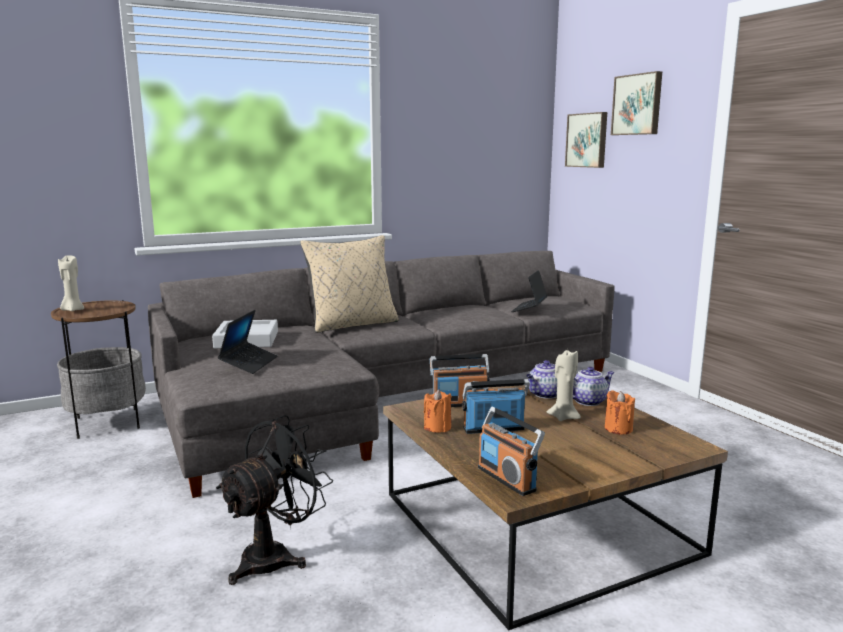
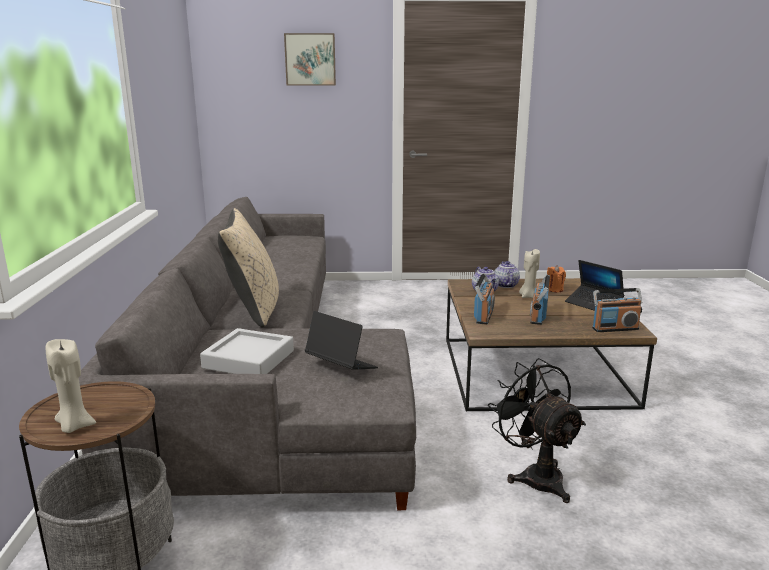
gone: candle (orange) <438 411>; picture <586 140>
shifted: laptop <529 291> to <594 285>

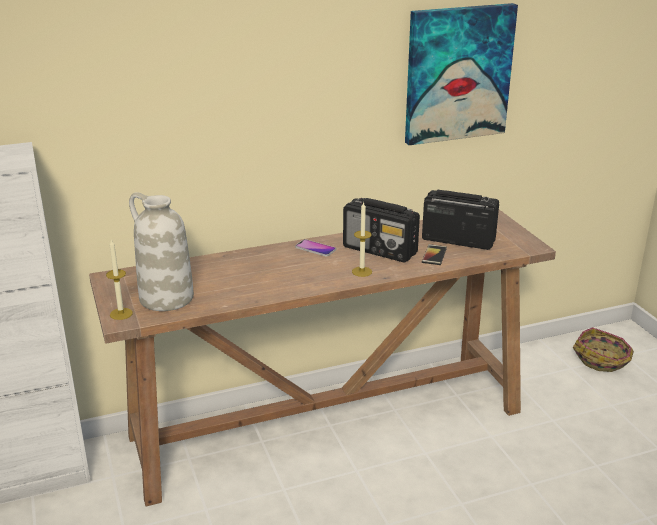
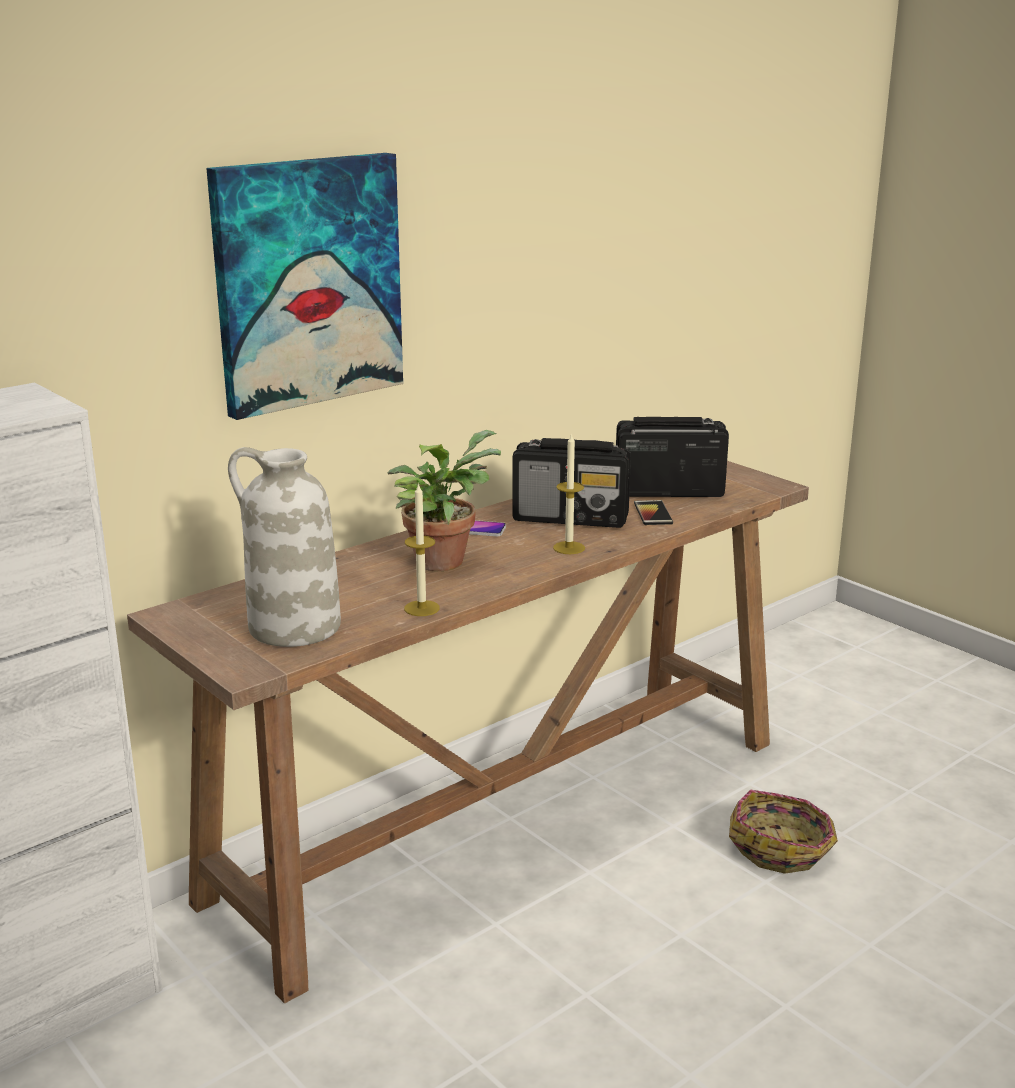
new: potted plant <444 500>
shifted: picture <461 74> to <304 286>; candle <119 280> to <422 549>; basket <603 349> to <783 832>

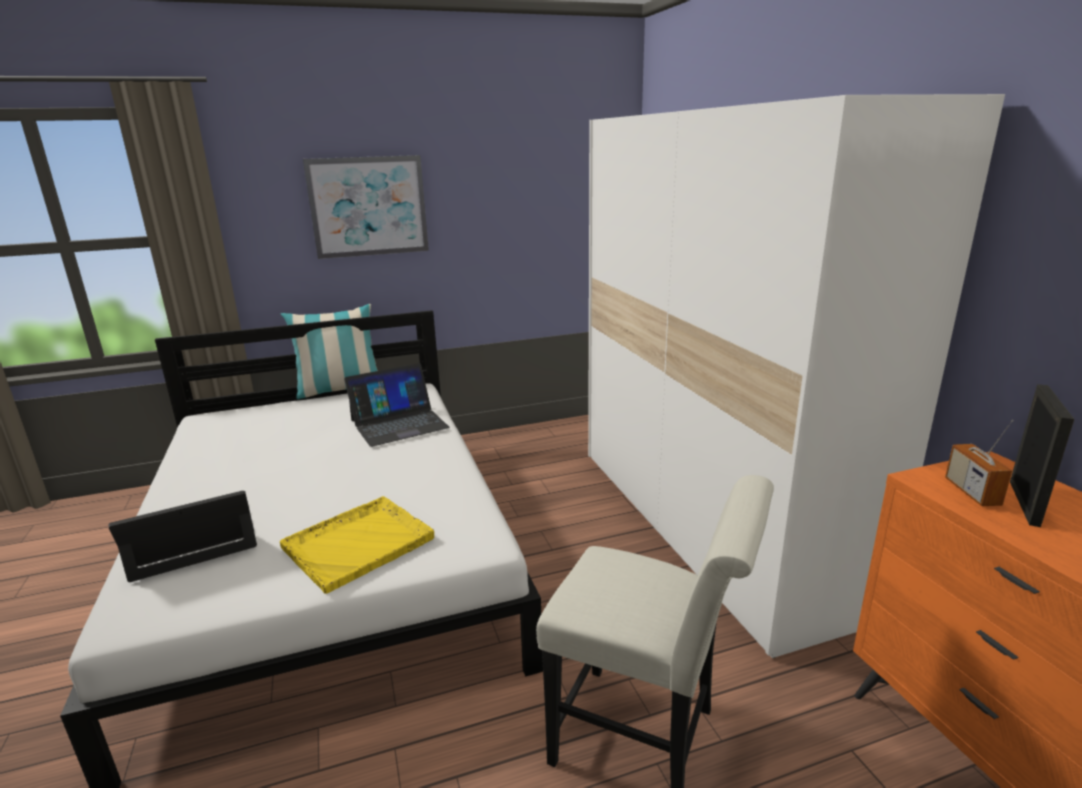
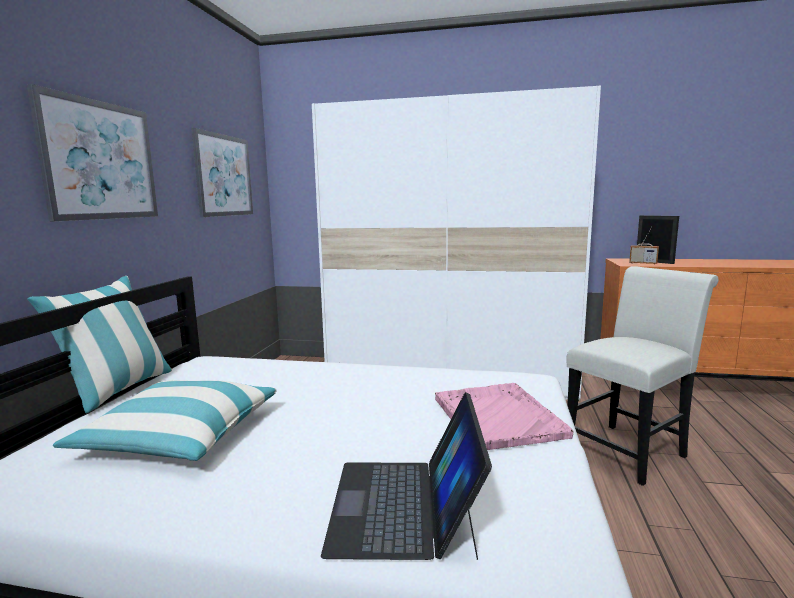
gone: laptop <397 405>
new: pillow <164 420>; picture <222 172>
repainted: tray (yellow) <357 545> to tray (pink) <504 416>

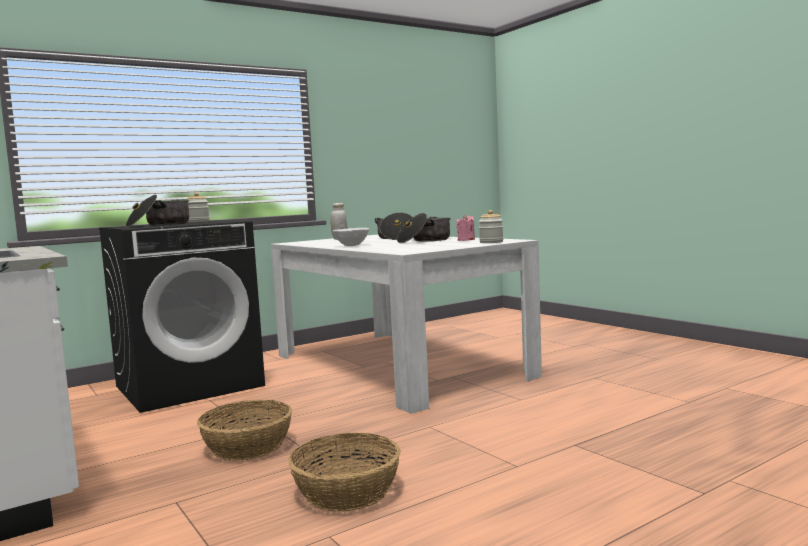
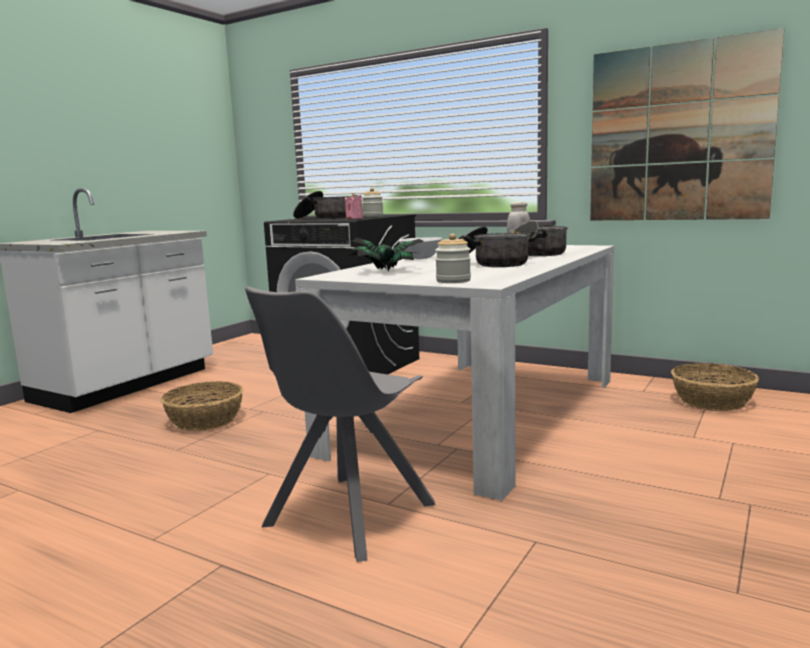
new: chair (grey) <340 424>; potted plant <386 255>; picture <687 124>
shifted: candle (pink) <465 228> to <354 206>; basket <344 471> to <715 387>

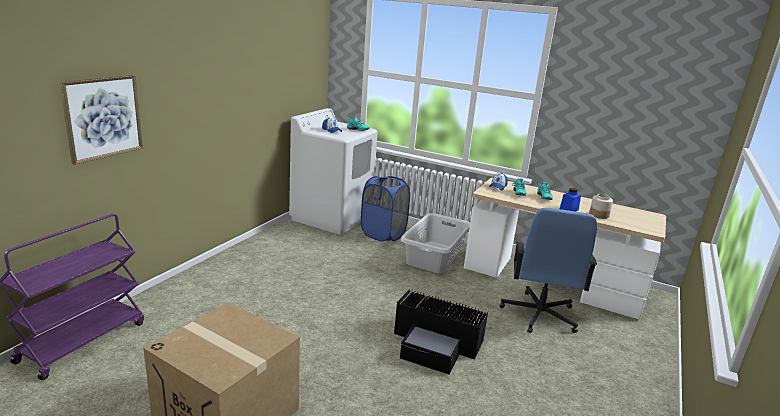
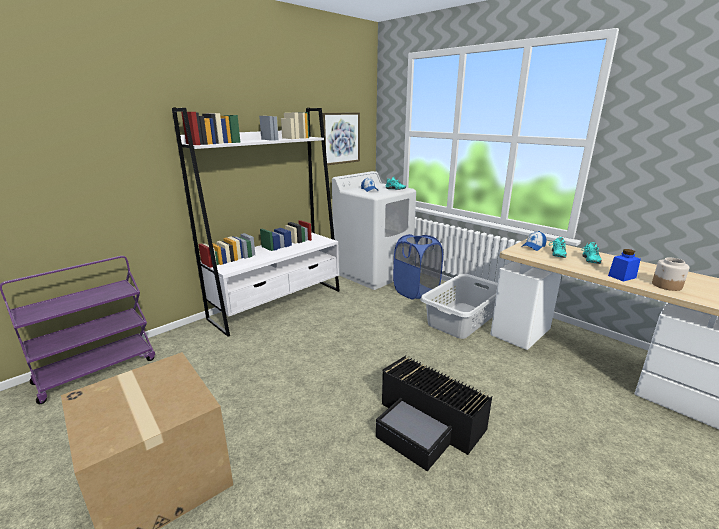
gone: office chair (blue) <548 270>
new: bookcase (white) <256 222>
shifted: picture <101 120> to <341 139>

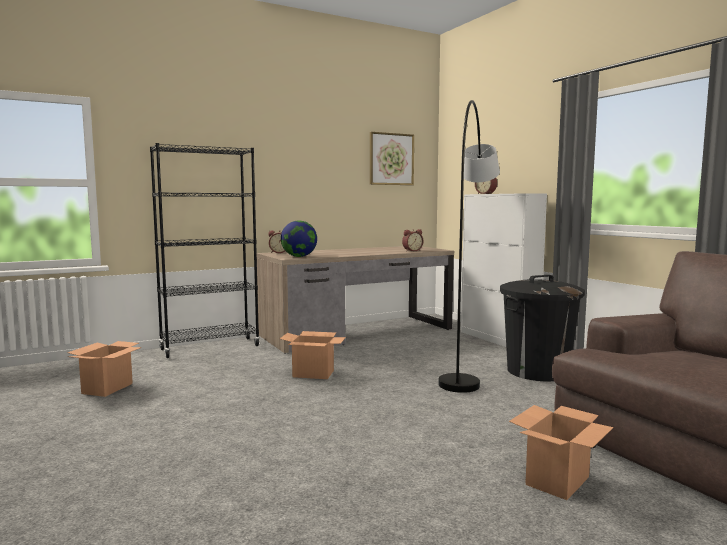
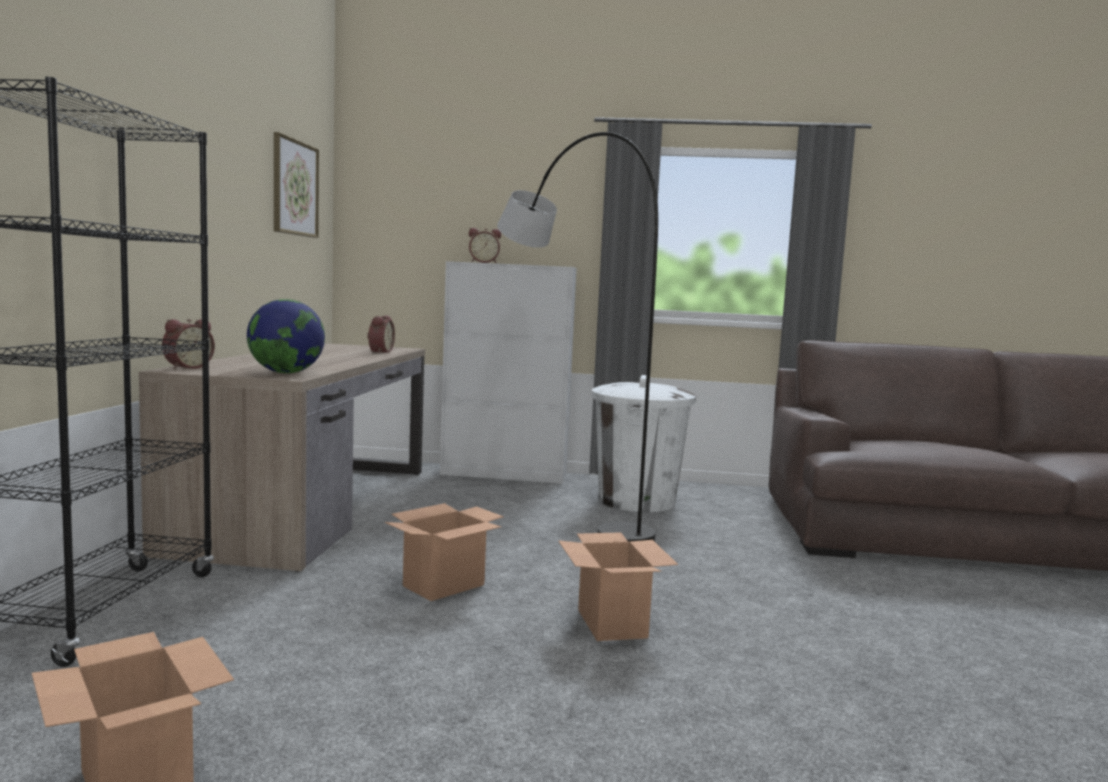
shifted: cardboard box <561 452> to <618 586>
repainted: trash can (black) <542 328> to trash can (white) <643 443>

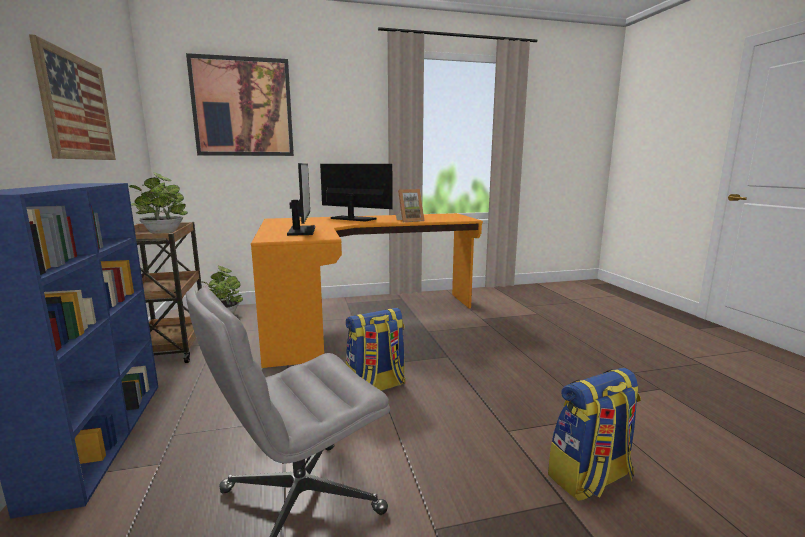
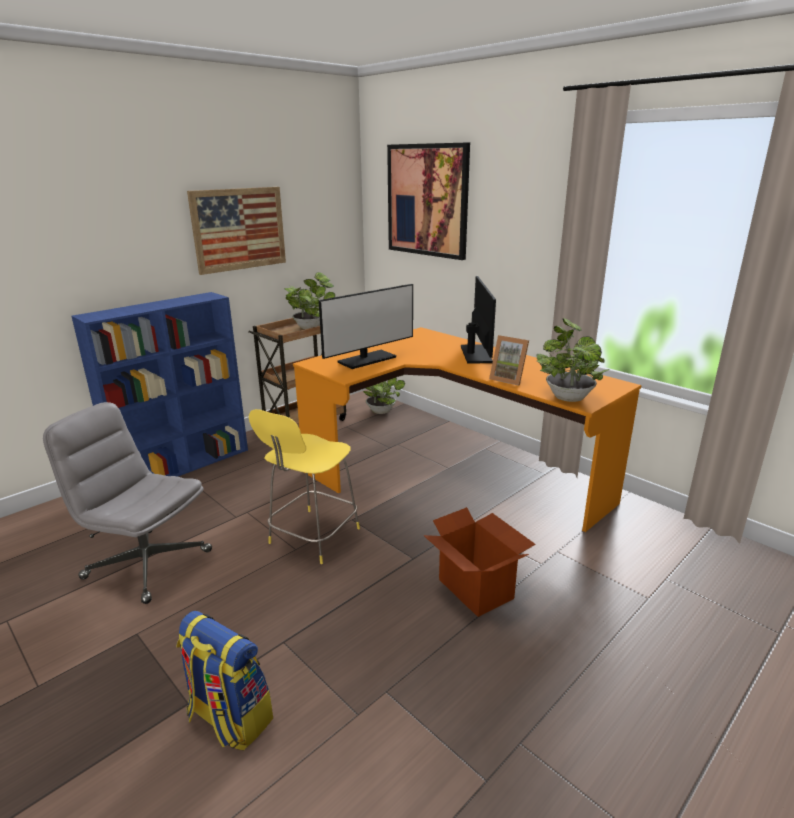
new: cardboard box <479 562>; potted plant <573 360>
swapped: backpack <376 349> to stool (yellow) <304 486>

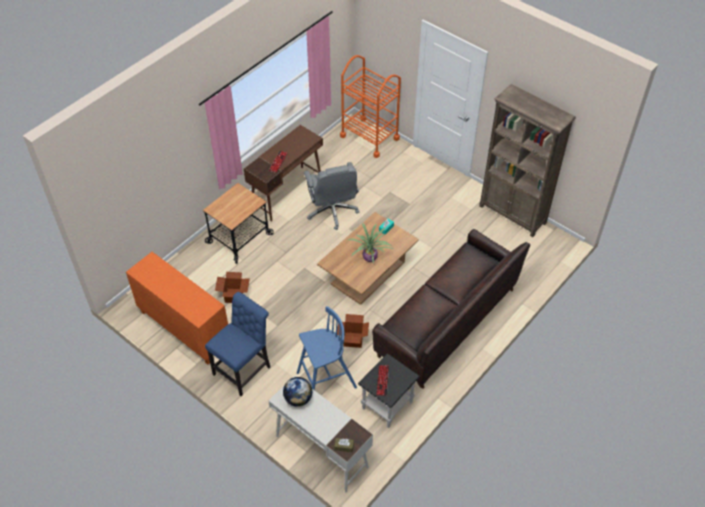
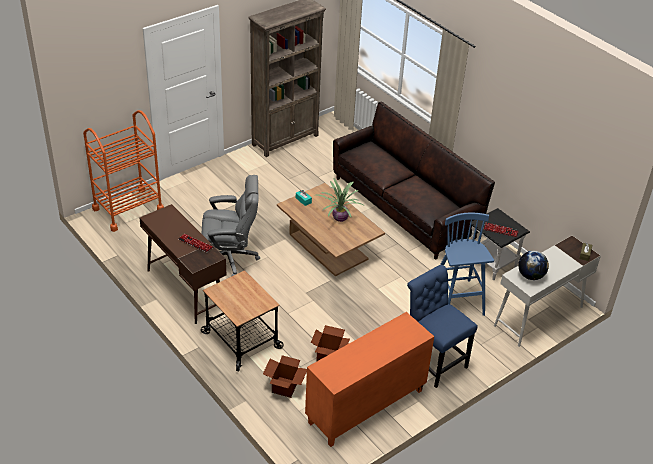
shifted: cardboard box <353 331> to <285 376>

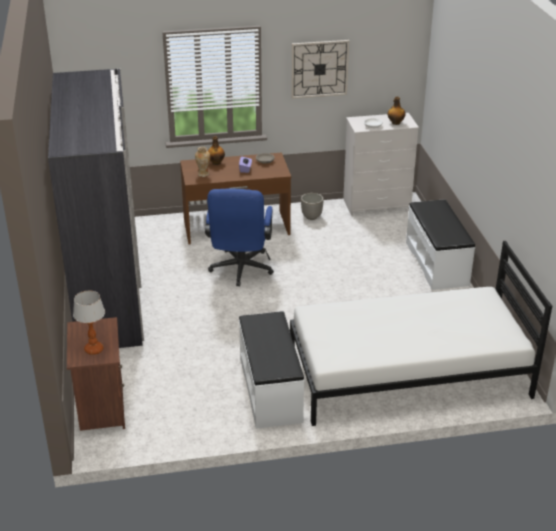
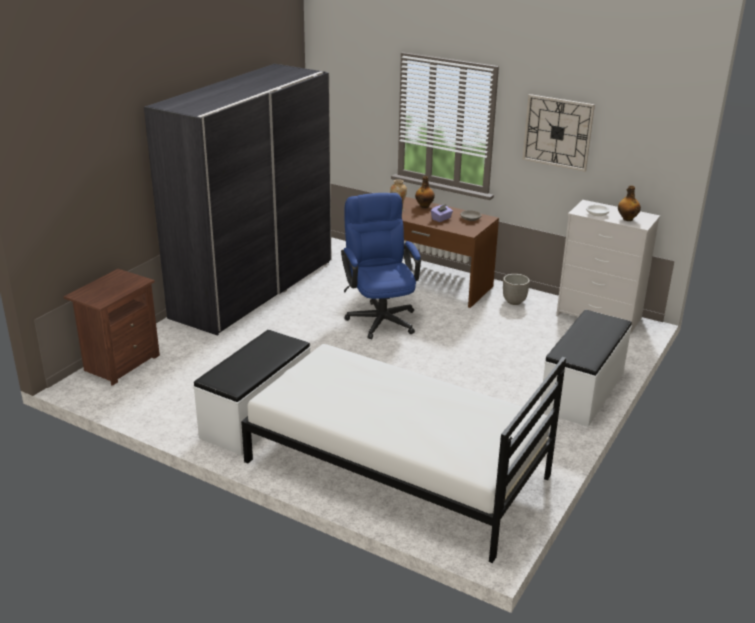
gone: table lamp <89 322>
rotated: office chair (blue) <239 237> = <381 266> 120 degrees clockwise

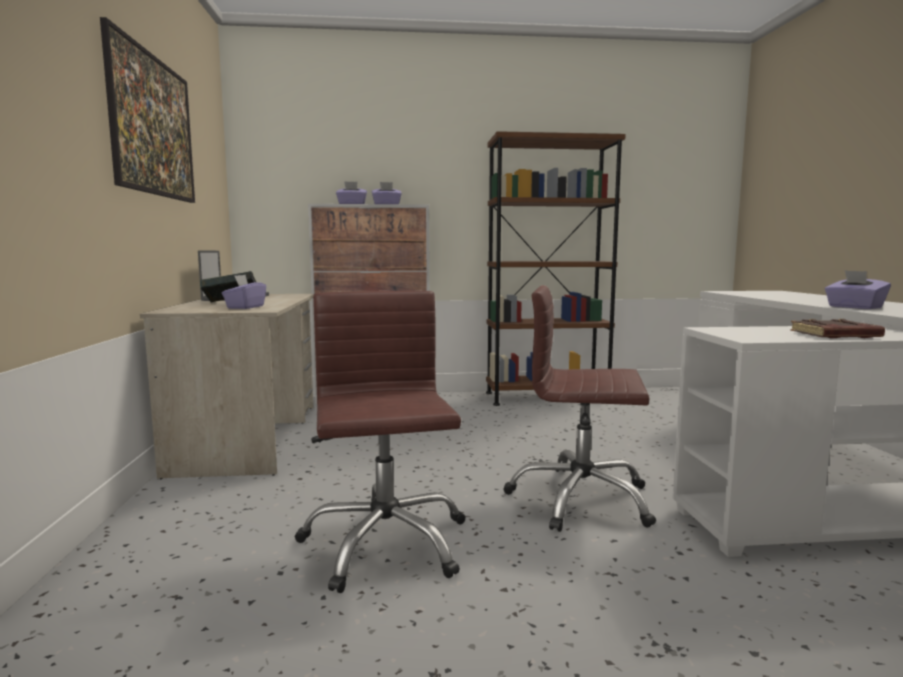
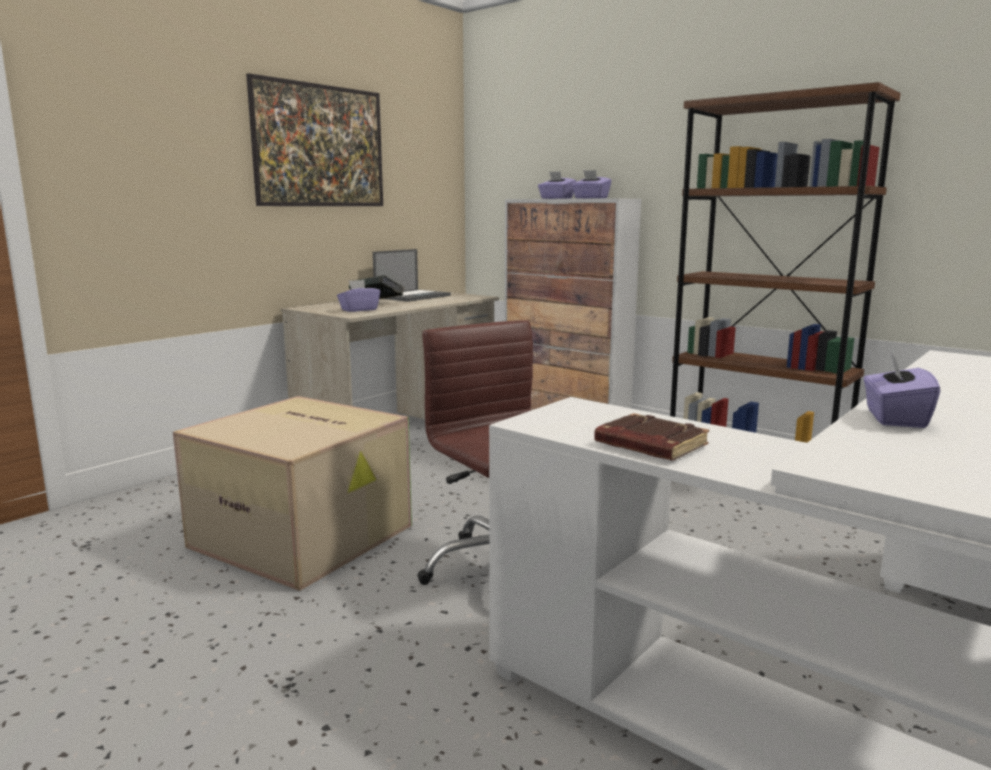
swapped: office chair (brown) <380 442> to cardboard box <292 493>

